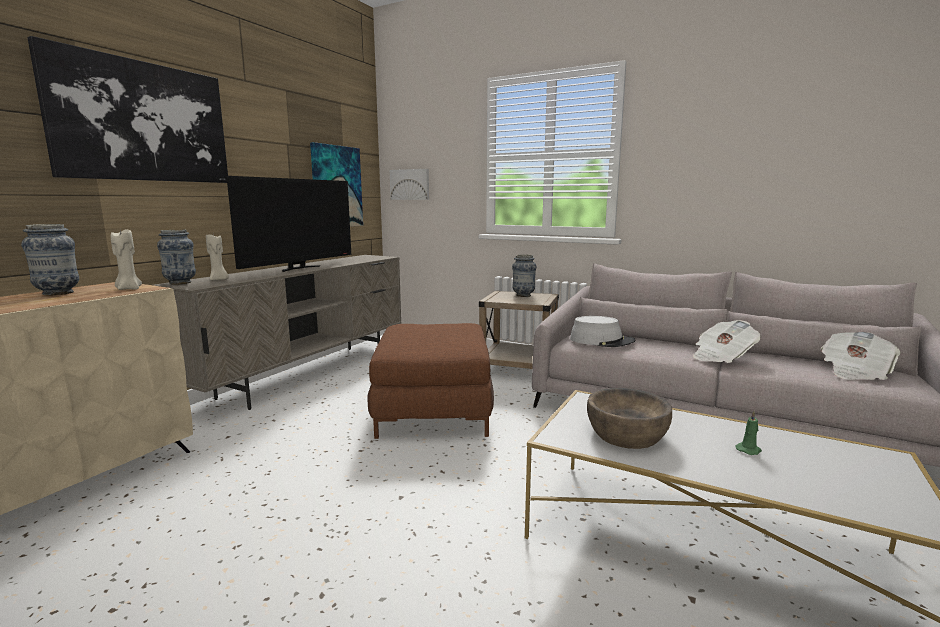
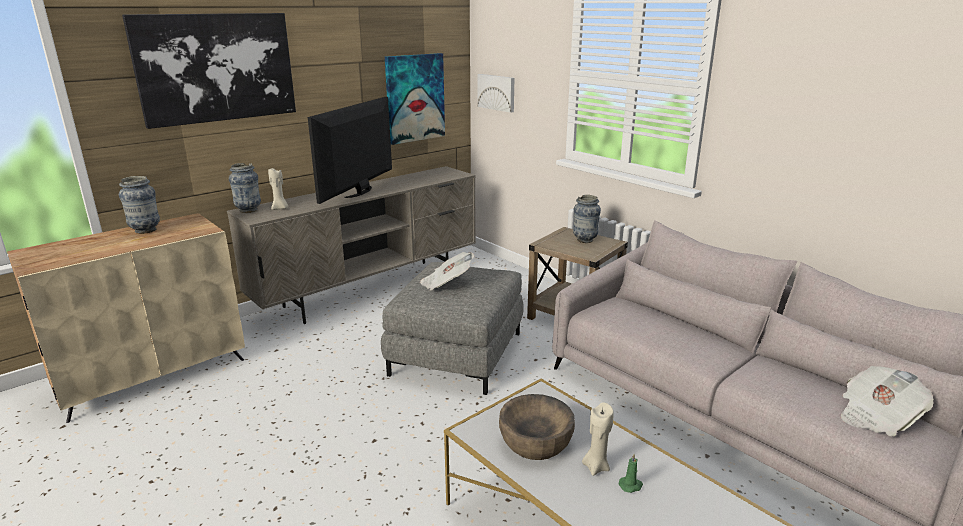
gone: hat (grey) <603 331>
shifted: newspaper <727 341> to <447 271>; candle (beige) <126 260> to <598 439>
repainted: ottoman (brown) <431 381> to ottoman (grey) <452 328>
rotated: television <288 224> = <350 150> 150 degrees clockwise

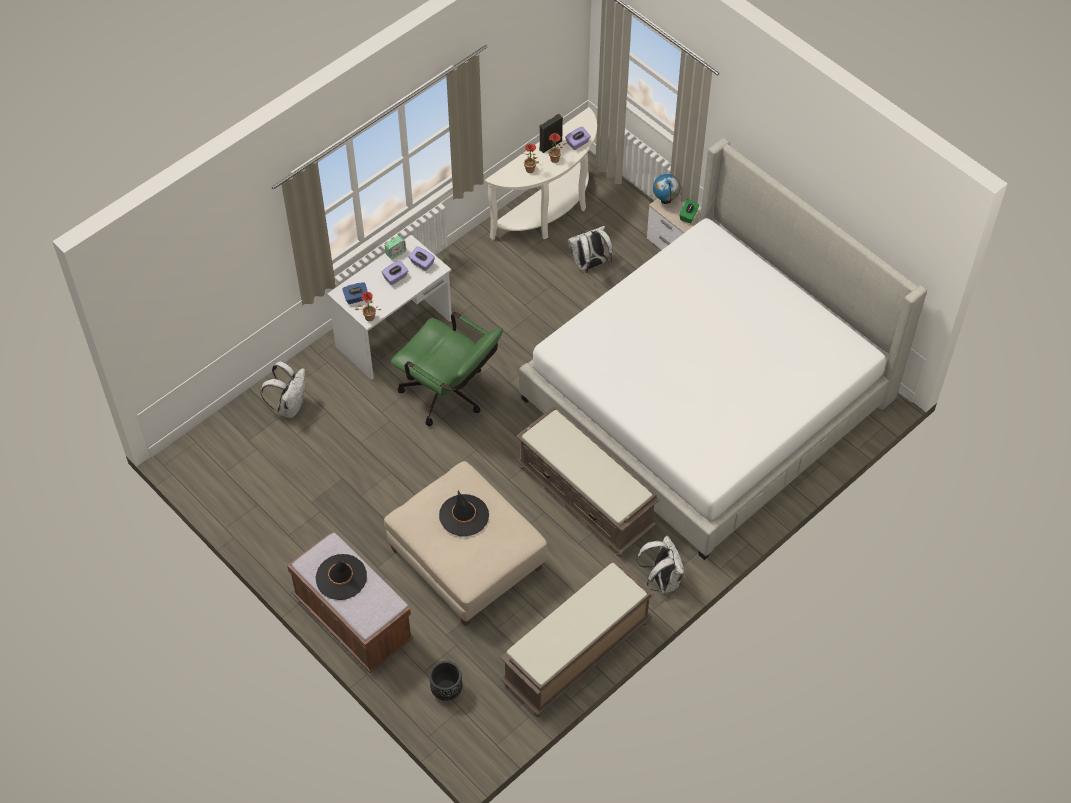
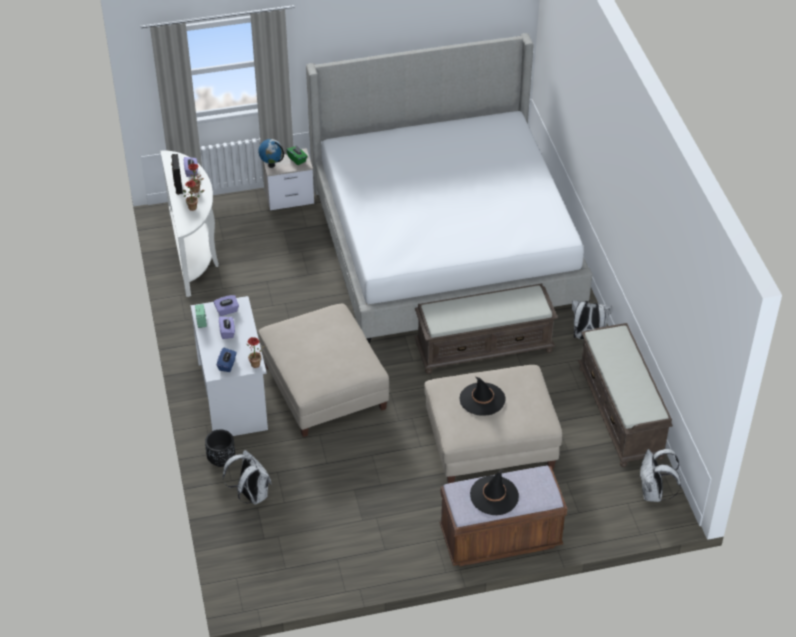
shifted: planter (black) <445 681> to <220 448>; backpack (white) <590 249> to <660 475>
swapped: office chair (green) <447 369> to ottoman (beige) <324 370>

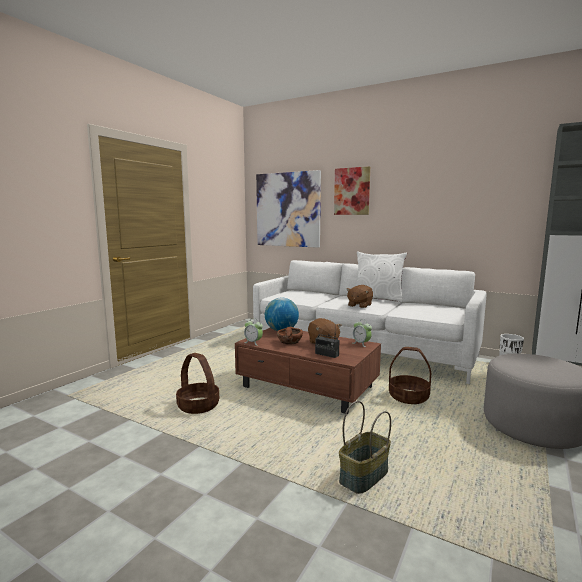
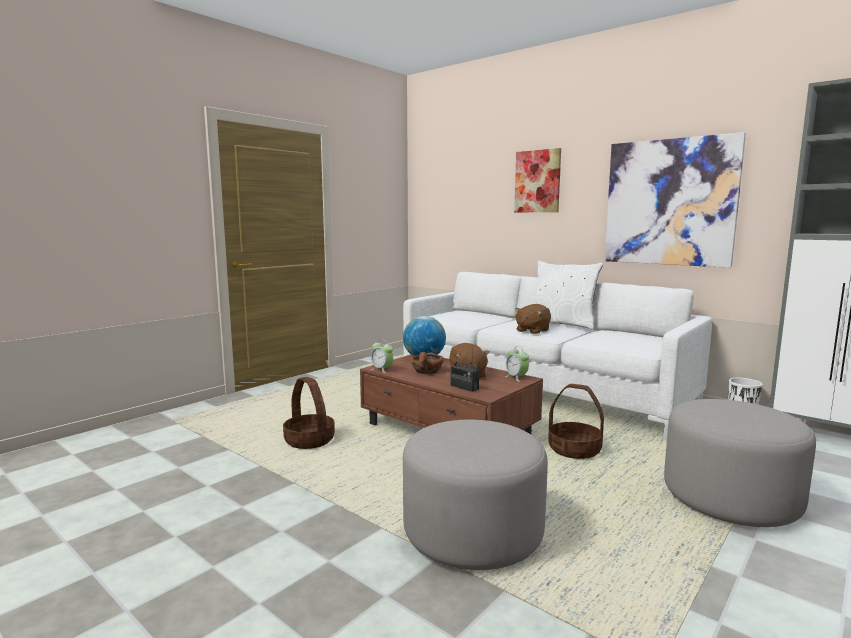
shifted: picture <288 209> to <675 200>
swapped: basket <365 447> to ottoman (grey) <475 495>

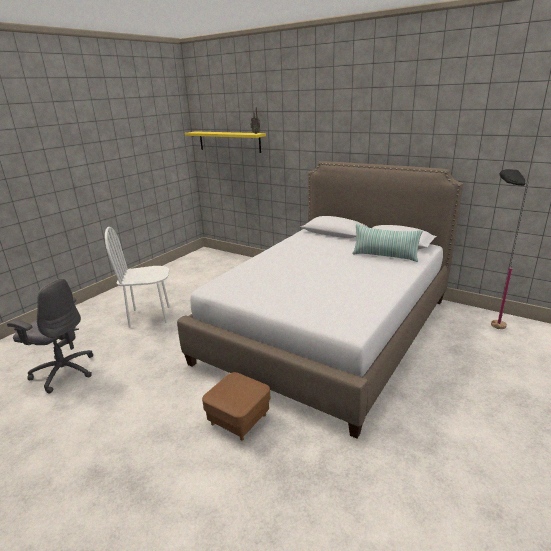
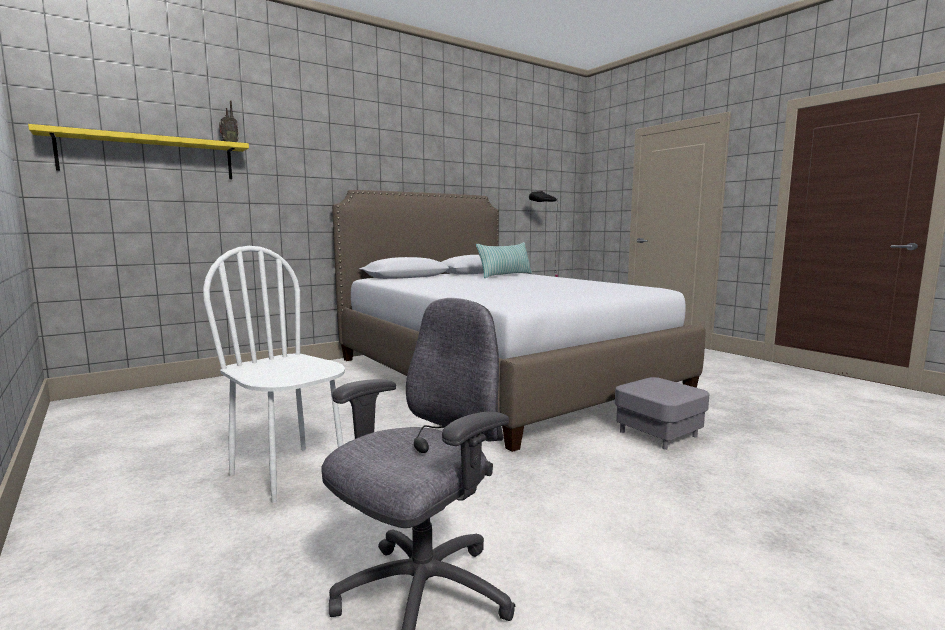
repainted: ottoman (brown) <236 406> to ottoman (grey) <662 413>
rotated: chair (white) <137 277> = <274 374> 120 degrees clockwise

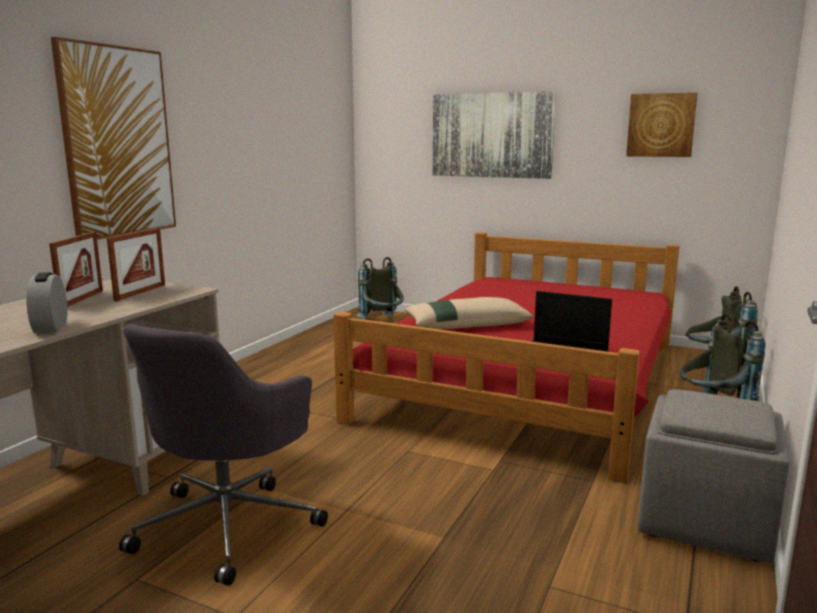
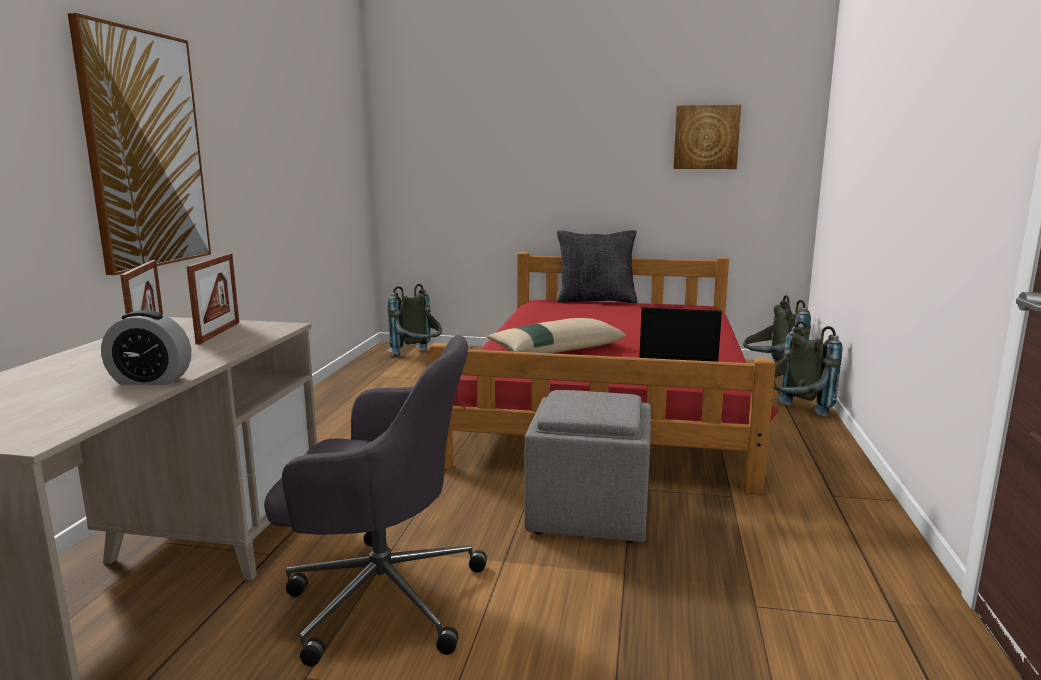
gone: picture <494 135>
new: pillow (black) <597 266>
shifted: ottoman (grey) <713 476> to <588 466>
rotated: alarm clock <46 303> = <146 347> 60 degrees counterclockwise; office chair (grey) <223 455> = <375 500> 90 degrees counterclockwise

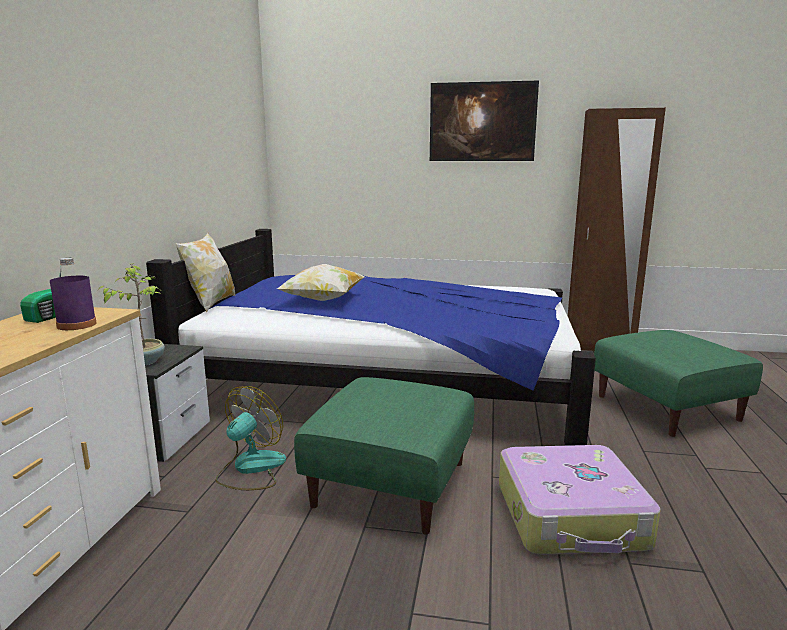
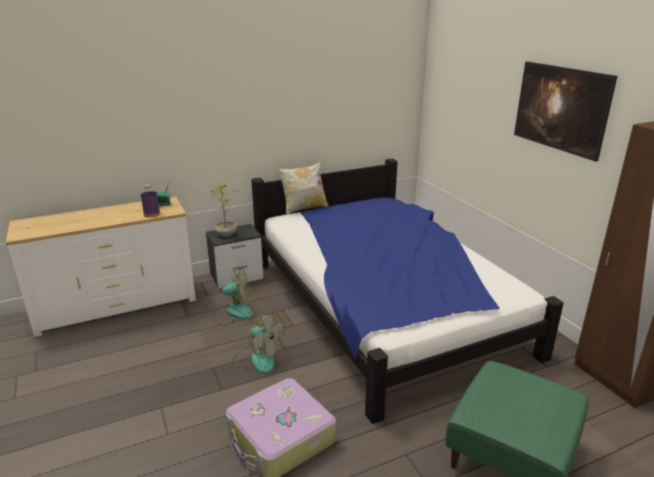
gone: pillow <320 282>
swapped: ottoman (green) <384 456> to fan <258 343>

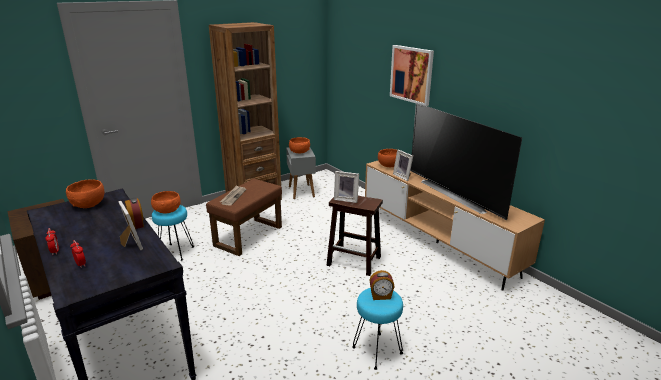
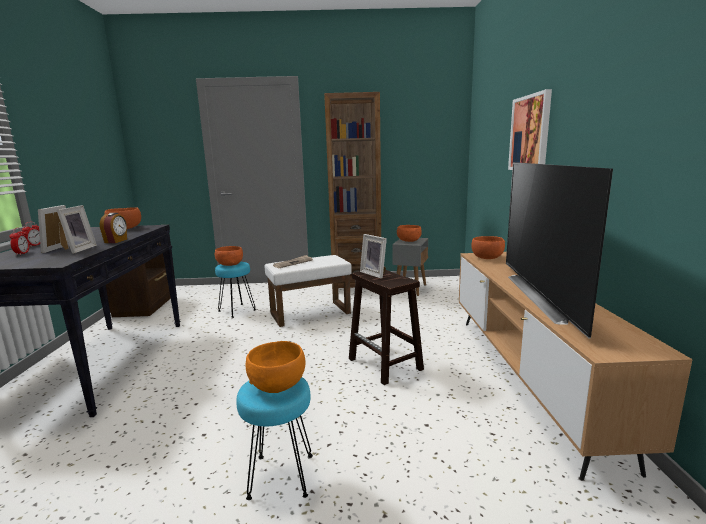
shifted: picture frame <403 165> to <53 229>
swapped: alarm clock <382 285> to bowl (orange) <275 367>
repainted: ottoman (brown) <244 217> to ottoman (white) <308 291>

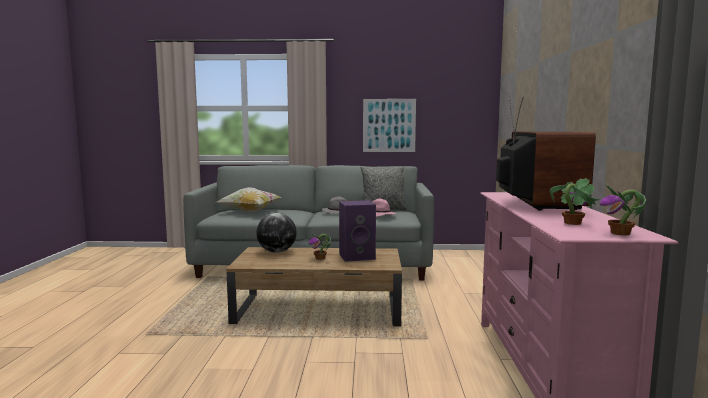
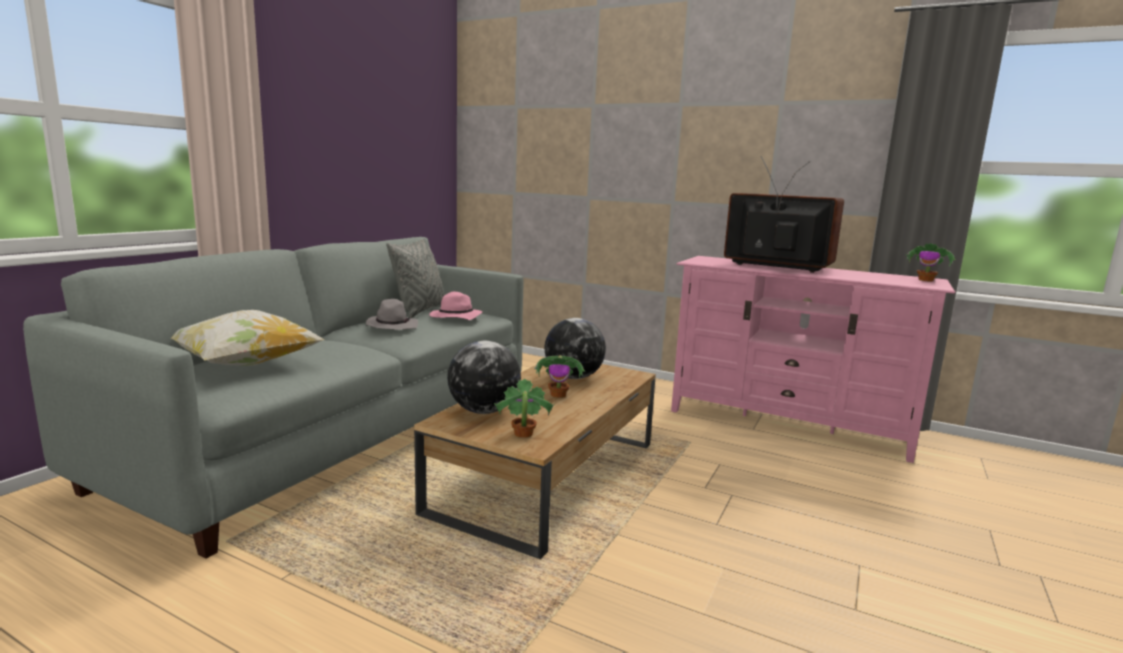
gone: picture <389 125>
shifted: potted plant <575 201> to <524 408>
swapped: speaker (purple) <357 231> to globe <575 348>

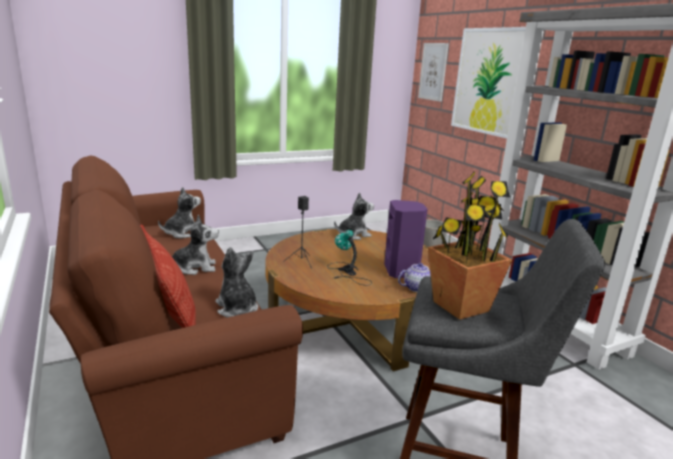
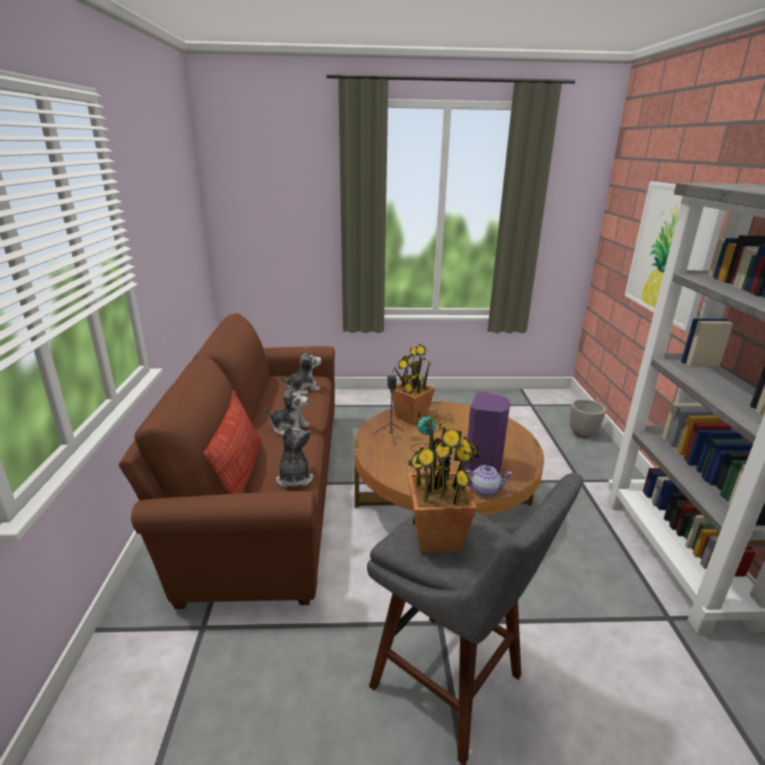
gone: plush toy <354 216>; picture <433 72>
new: potted plant <412 384>

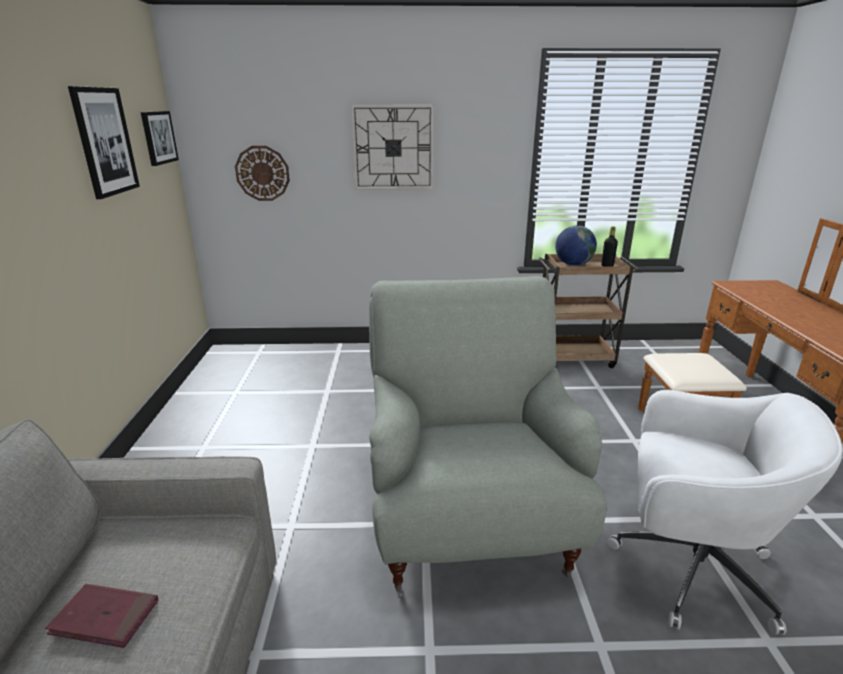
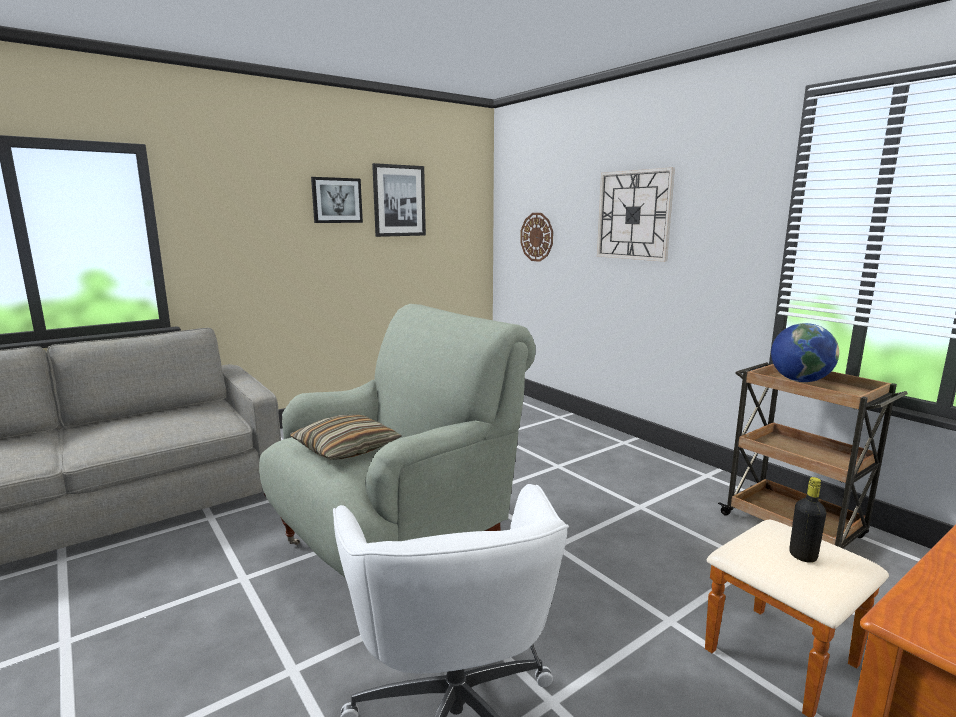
gone: book (red) <101 616>
new: pillow <346 437>
shifted: picture <160 138> to <337 200>; bottle (black) <609 247> to <807 520>

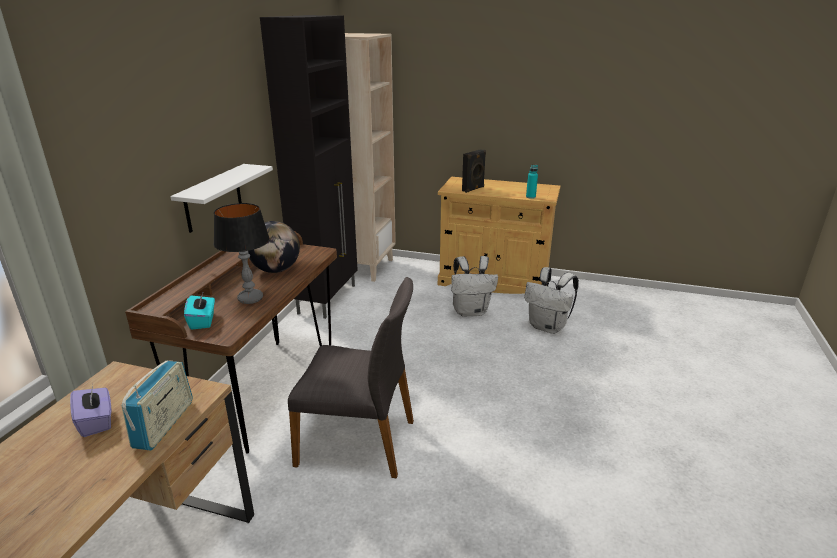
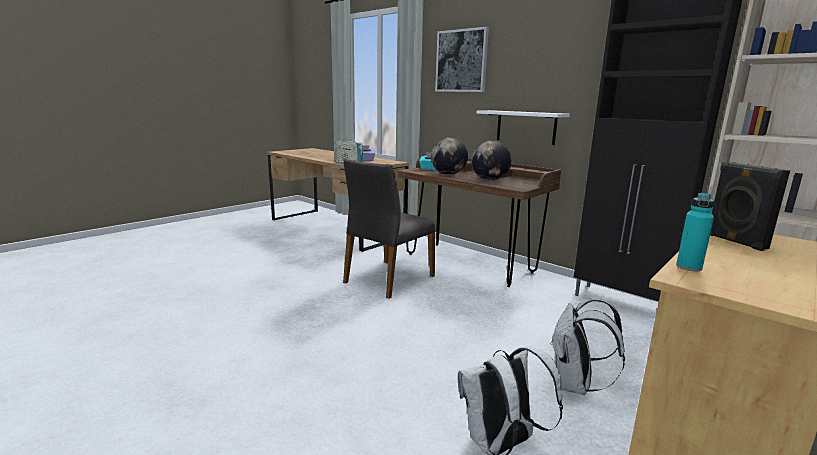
new: picture <462 59>
swapped: table lamp <242 253> to globe <449 156>

